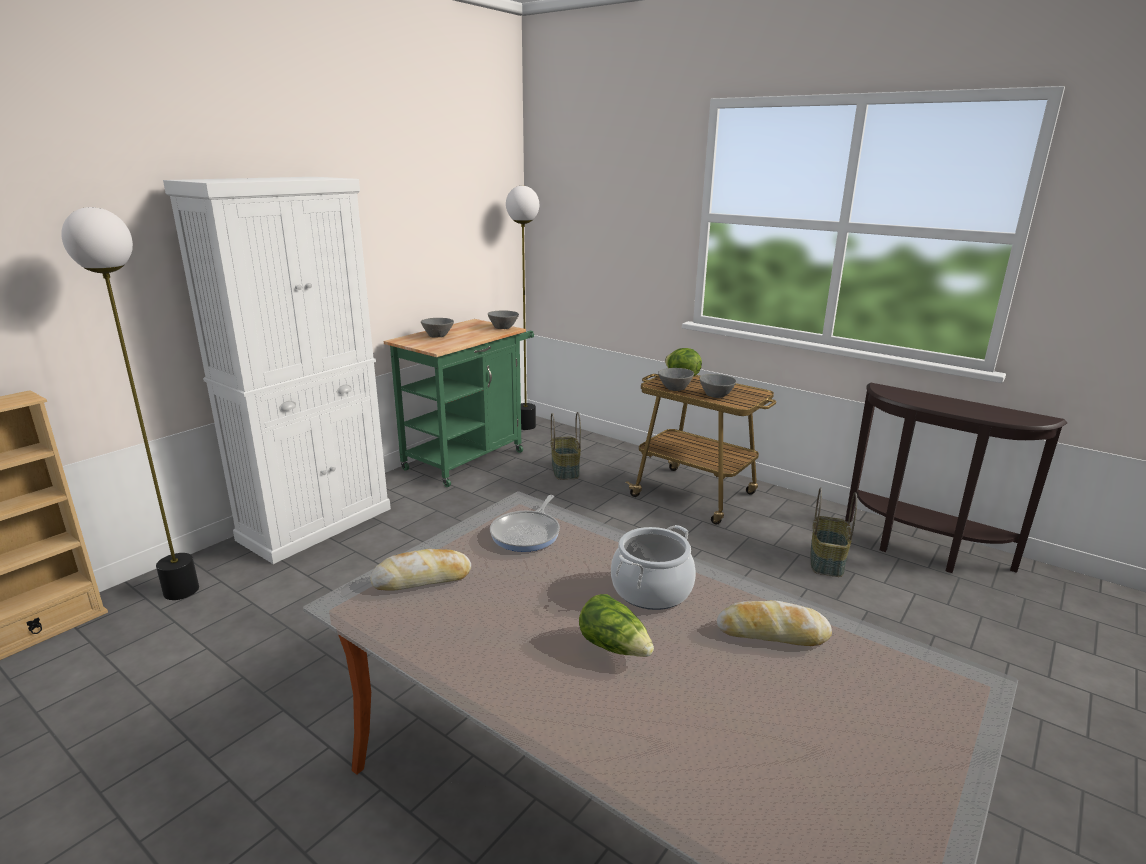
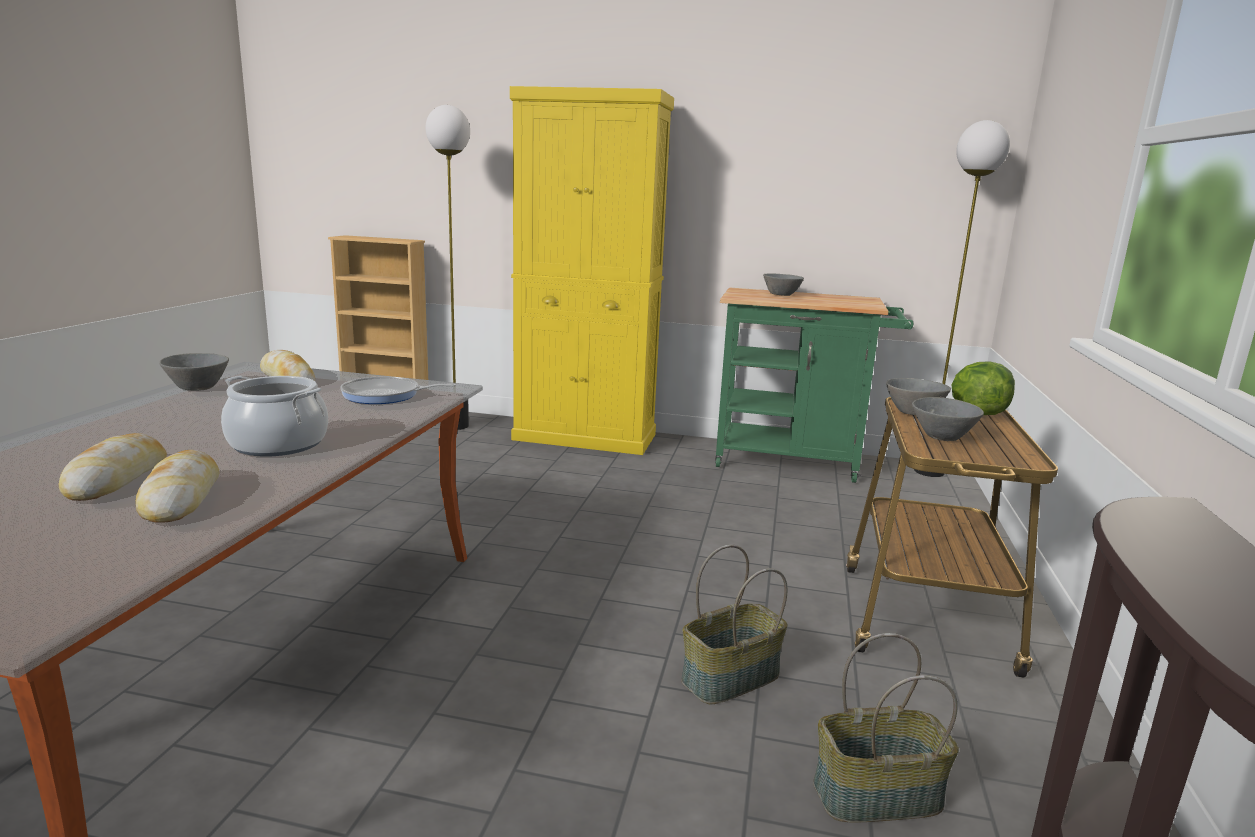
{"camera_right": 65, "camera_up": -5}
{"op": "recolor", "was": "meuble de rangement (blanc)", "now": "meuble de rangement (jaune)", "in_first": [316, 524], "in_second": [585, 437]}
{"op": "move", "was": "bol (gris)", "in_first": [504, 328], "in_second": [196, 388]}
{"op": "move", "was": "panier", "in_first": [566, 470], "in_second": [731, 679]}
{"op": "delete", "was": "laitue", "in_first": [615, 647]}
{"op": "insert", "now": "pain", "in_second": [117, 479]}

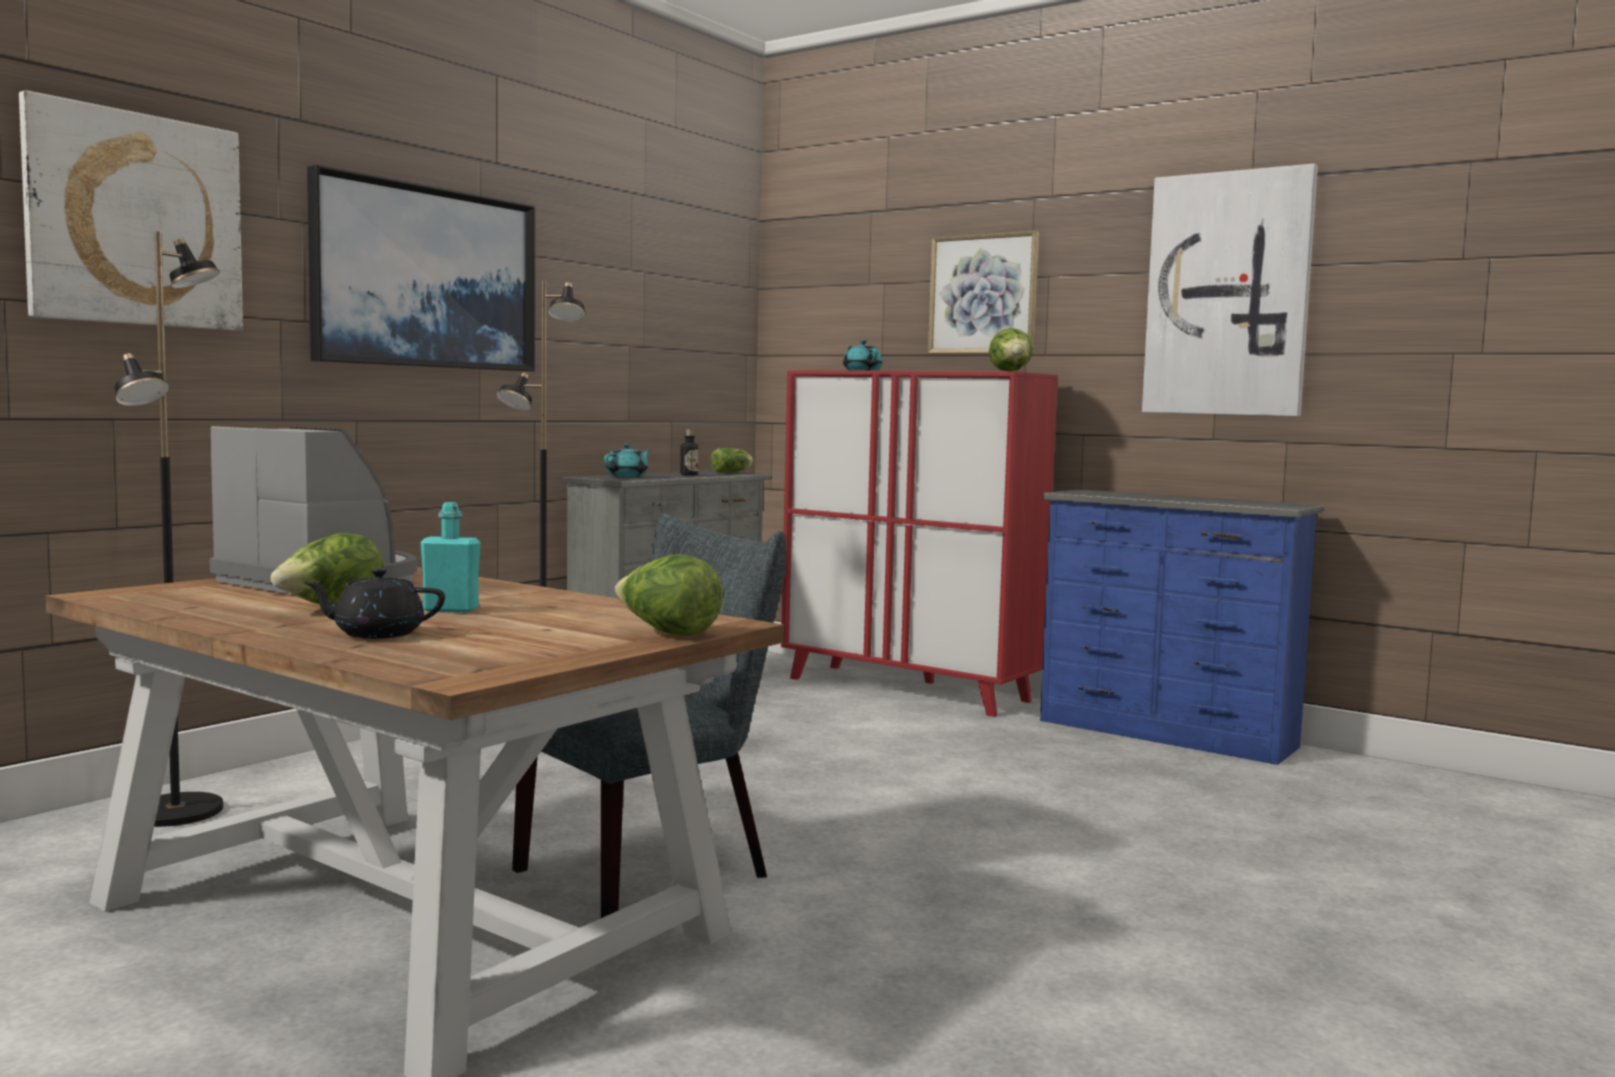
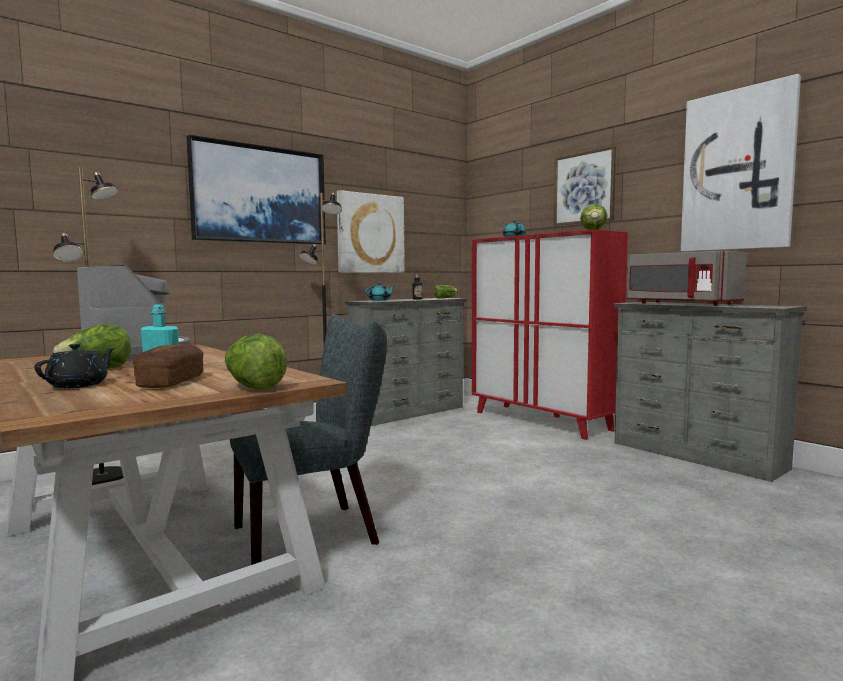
{"camera_right": 15, "camera_up": 0}
{"op": "move", "was": "tableau", "in_first": [135, 220], "in_second": [370, 233]}
{"op": "rotate", "was": "théière (noir)", "in_first": [377, 634], "in_second": [79, 385], "clockwise": 105}
{"op": "recolor", "was": "commode (bleu)", "now": "commode (gris)", "in_first": [1166, 734], "in_second": [696, 456]}
{"op": "insert", "now": "pain", "in_second": [171, 382]}
{"op": "insert", "now": "micro-ondes (gris)", "in_second": [680, 304]}

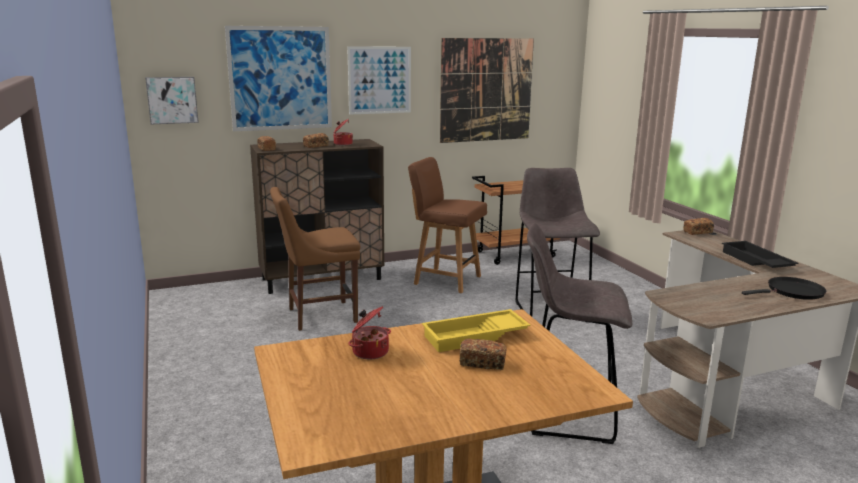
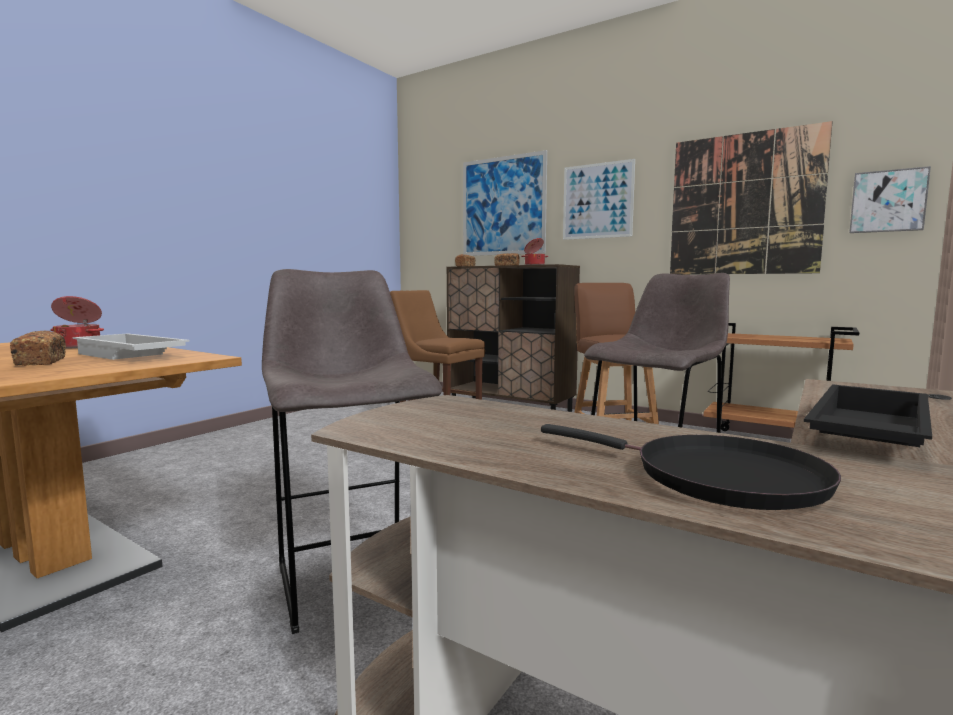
{"camera_right": 55, "camera_up": -10}
{"op": "move", "was": "tableau", "in_first": [172, 100], "in_second": [888, 201]}
{"op": "recolor", "was": "plateau (jaune)", "now": "plateau (blanc)", "in_first": [475, 337], "in_second": [128, 355]}
{"op": "delete", "was": "pain", "in_first": [697, 232]}

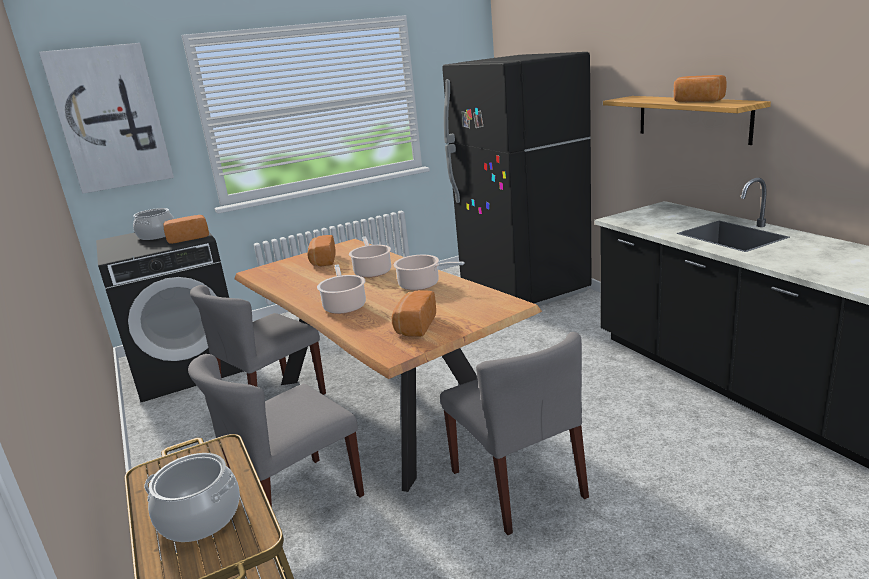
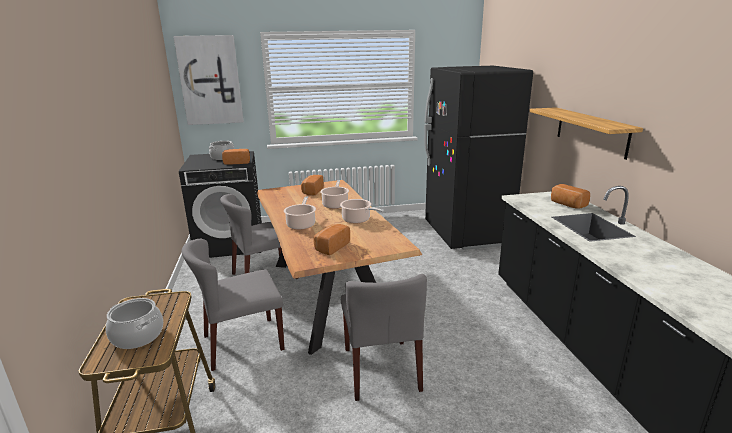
{"camera_right": 15, "camera_up": 0}
{"op": "move", "was": "pain", "in_first": [697, 101], "in_second": [567, 204]}

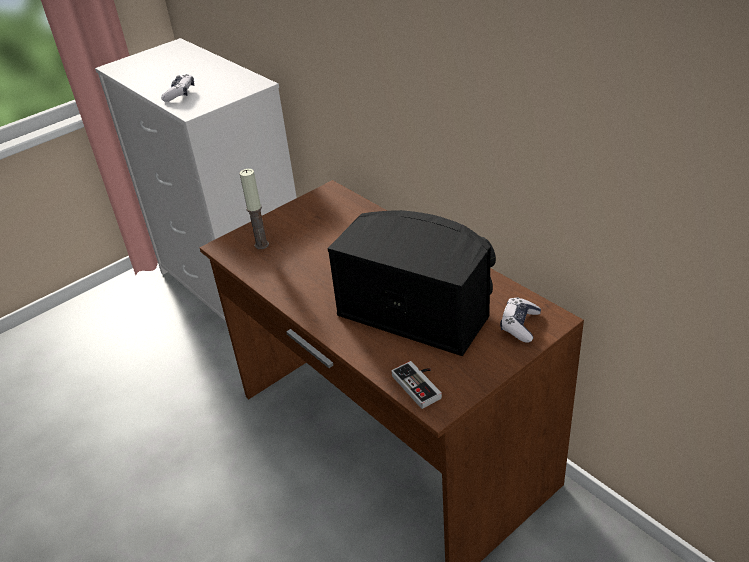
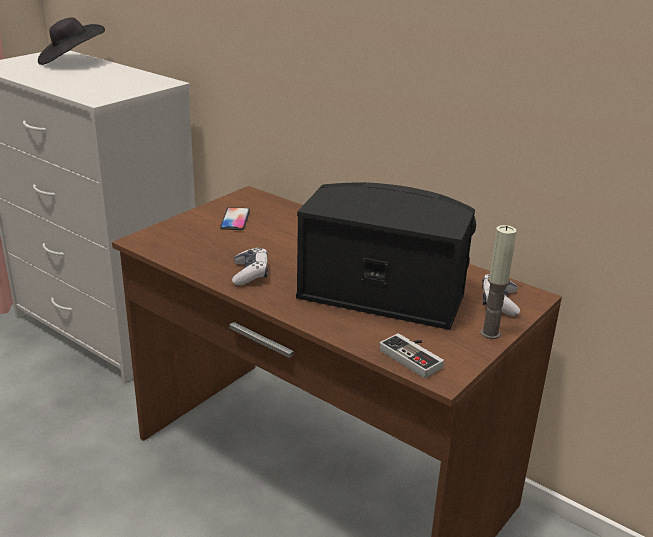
{"camera_right": -15, "camera_up": -10}
{"op": "move", "was": "manette", "in_first": [180, 94], "in_second": [250, 274]}
{"op": "move", "was": "bougie", "in_first": [261, 245], "in_second": [490, 333]}
{"op": "insert", "now": "chapeau (noir)", "in_second": [71, 61]}
{"op": "insert", "now": "téléphone", "in_second": [235, 220]}

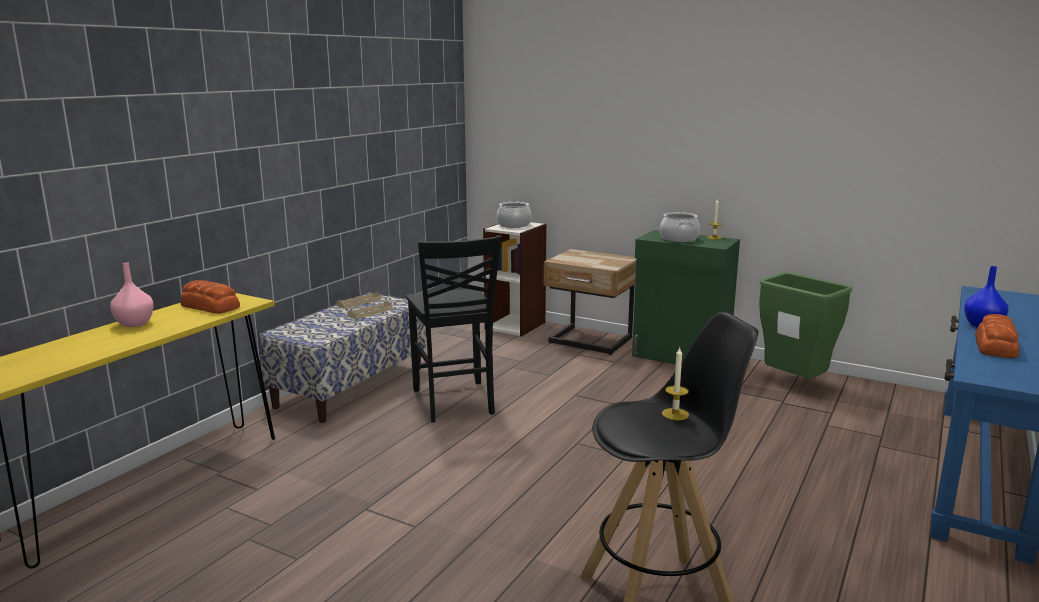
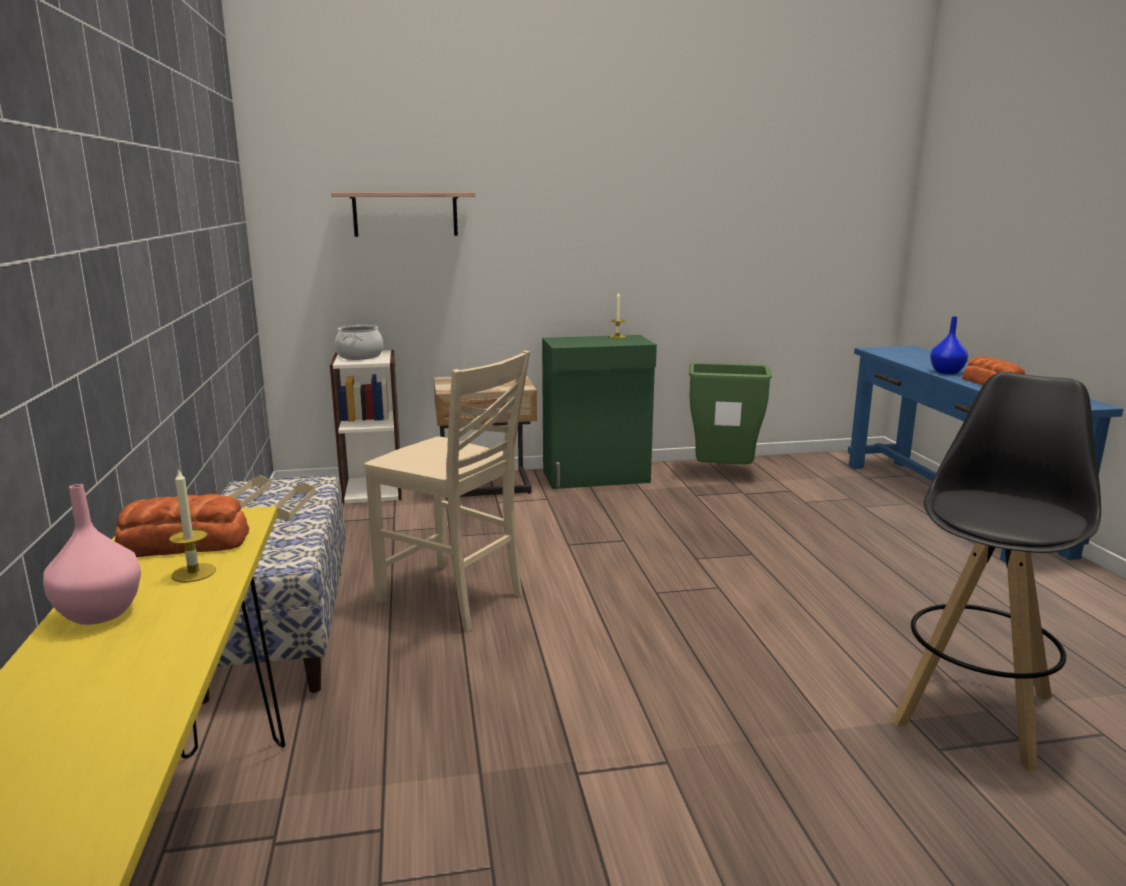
{"camera_right": -40, "camera_up": 0}
{"op": "recolor", "was": "chaise (noir)", "now": "chaise (beige)", "in_first": [454, 402], "in_second": [453, 598]}
{"op": "delete", "was": "marmite", "in_first": [678, 239]}
{"op": "move", "was": "bougie", "in_first": [675, 414], "in_second": [193, 573]}
{"op": "insert", "now": "étagère", "in_second": [405, 214]}

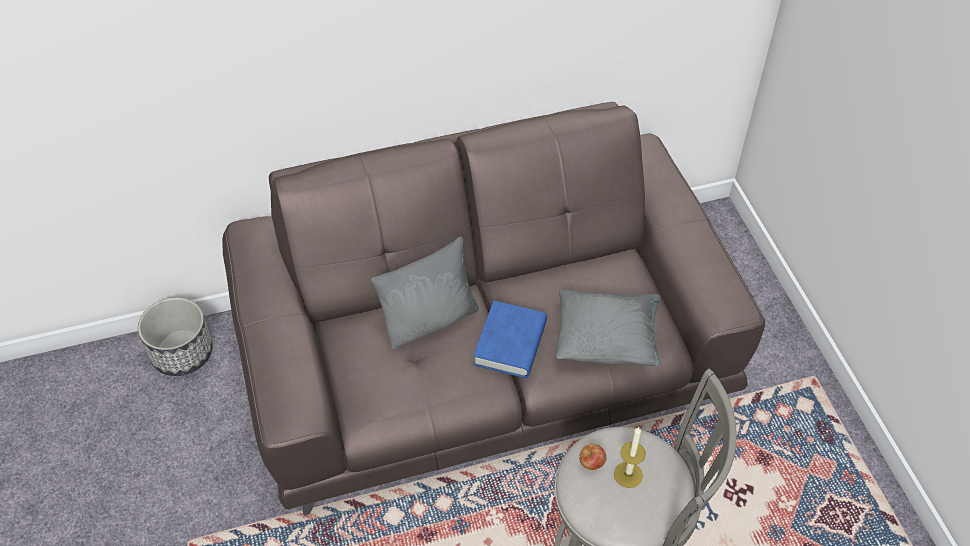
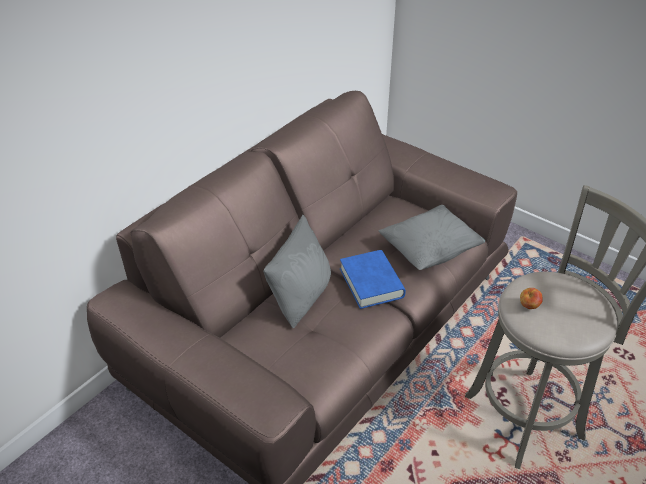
{"camera_right": -35, "camera_up": -10}
{"op": "delete", "was": "cache-pot", "in_first": [182, 352]}
{"op": "delete", "was": "bougie", "in_first": [628, 475]}

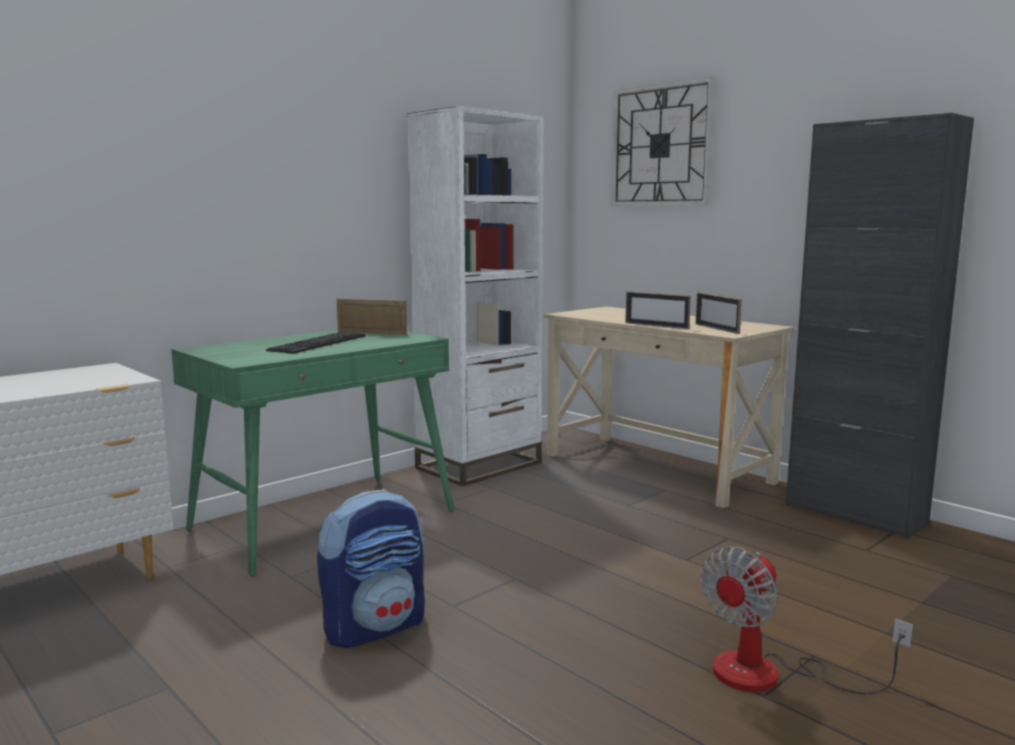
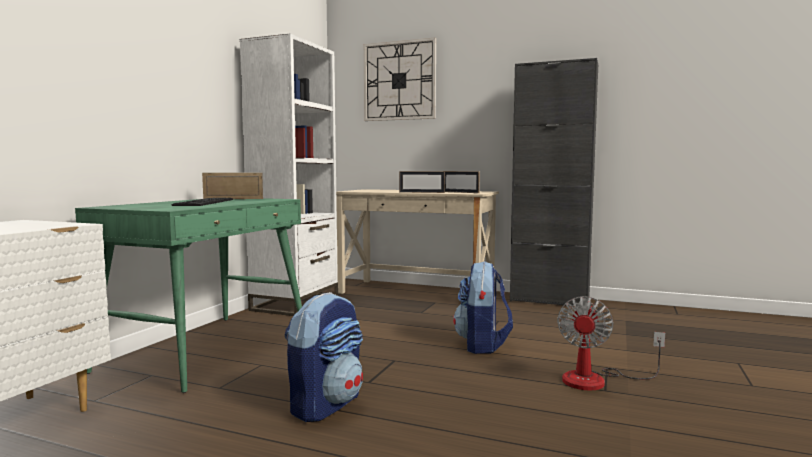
{"camera_right": -25, "camera_up": -5}
{"op": "insert", "now": "sac à dos", "in_second": [482, 345]}

